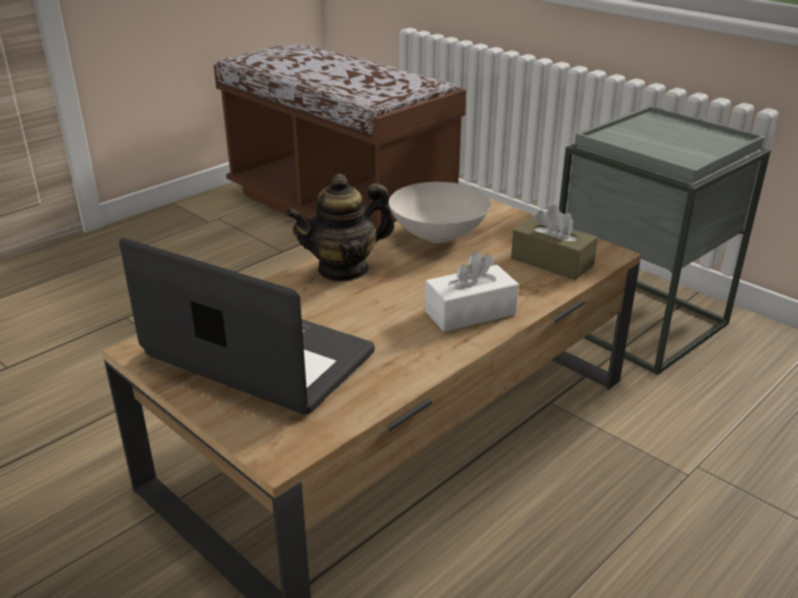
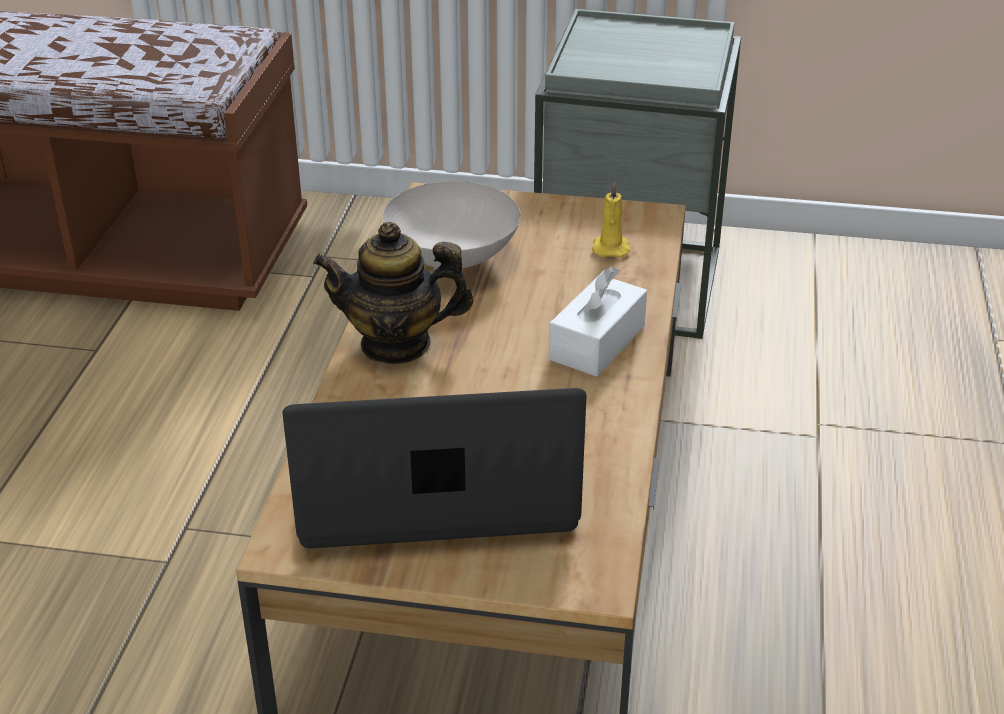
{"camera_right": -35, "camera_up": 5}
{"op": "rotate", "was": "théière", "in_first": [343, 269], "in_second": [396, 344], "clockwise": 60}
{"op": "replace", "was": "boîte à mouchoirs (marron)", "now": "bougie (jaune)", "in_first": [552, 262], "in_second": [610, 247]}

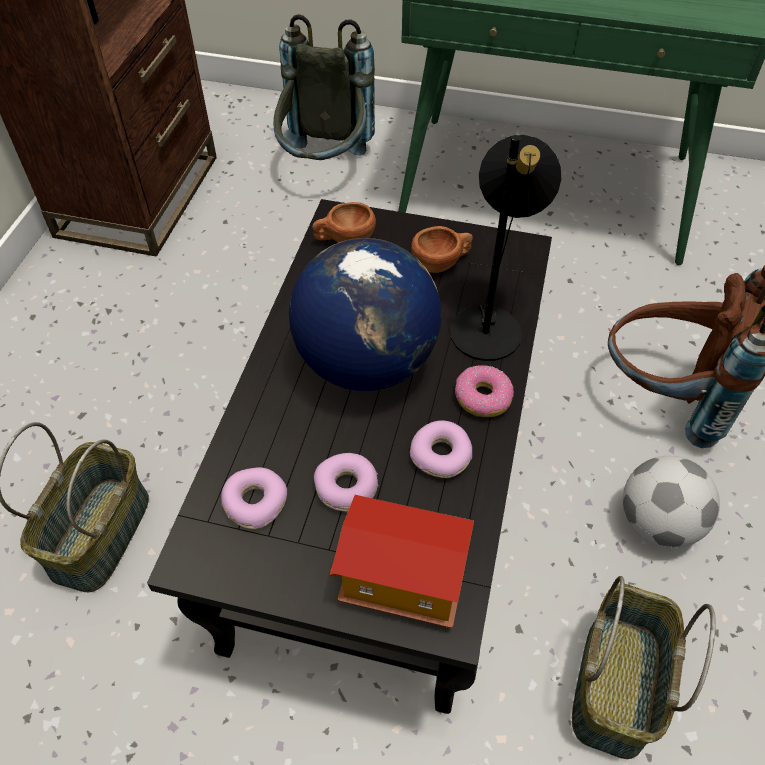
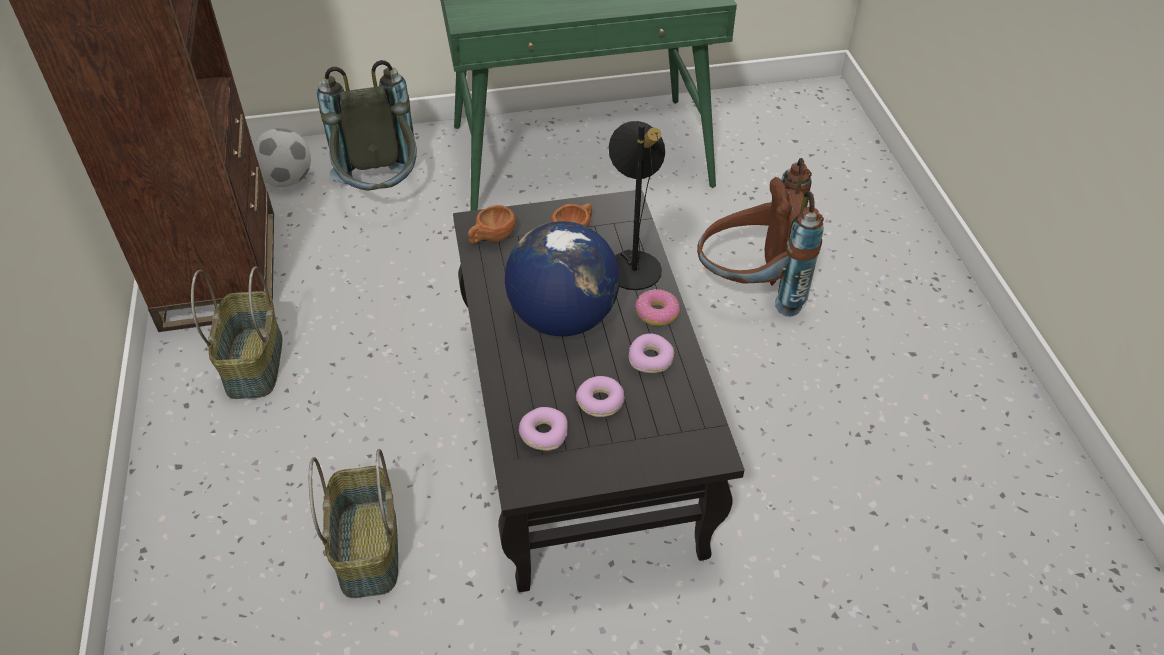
{"camera_right": -25, "camera_up": -5}
{"op": "delete", "was": "maison miniature", "in_first": [401, 580]}
{"op": "move", "was": "panier", "in_first": [613, 682], "in_second": [253, 363]}
{"op": "move", "was": "ballon de foot", "in_first": [658, 522], "in_second": [287, 180]}

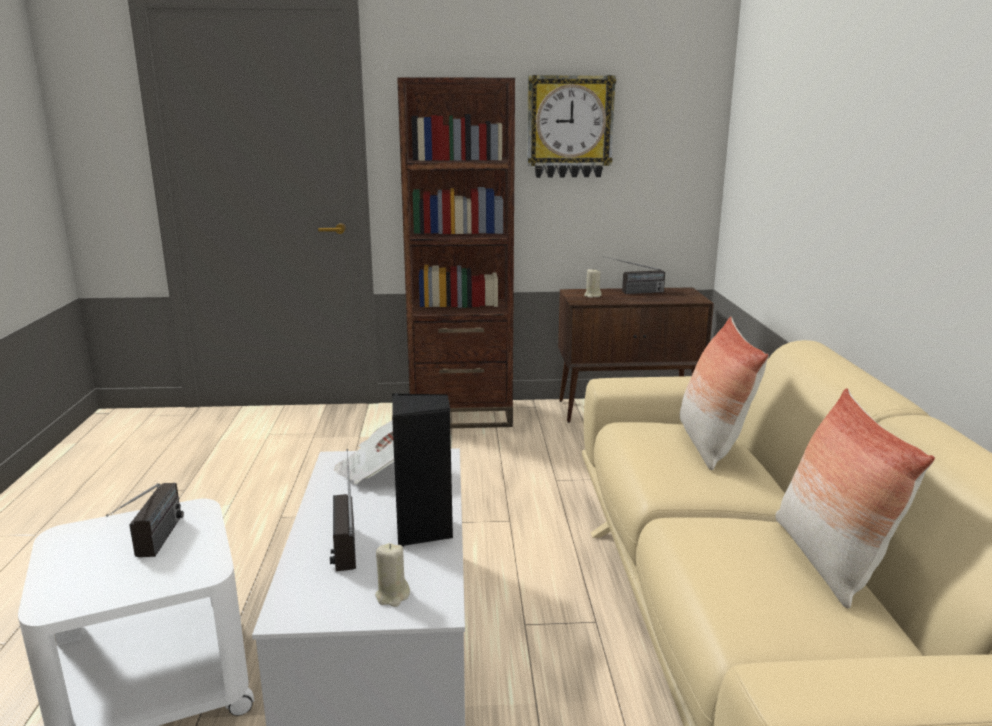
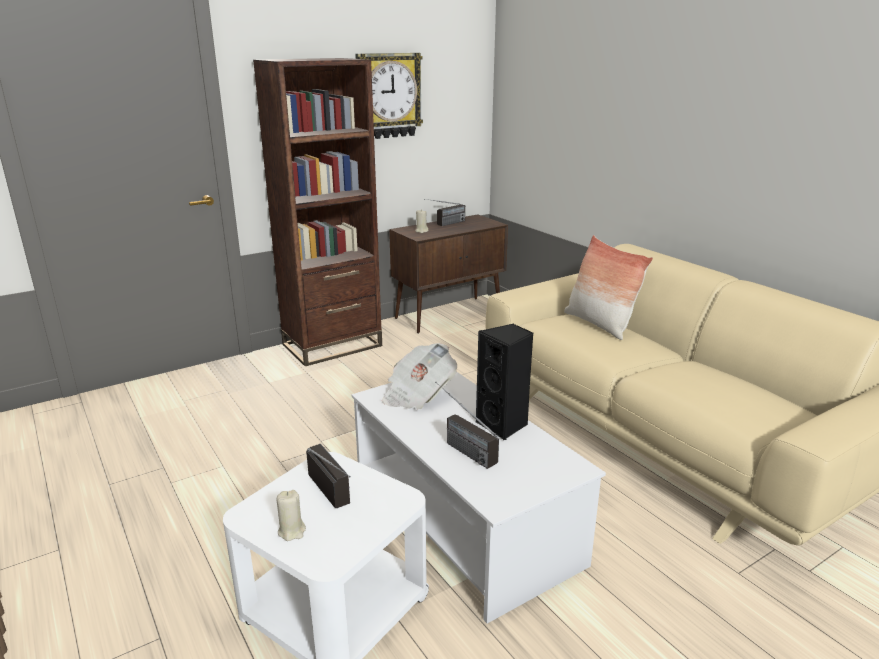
{"camera_right": -30, "camera_up": 5}
{"op": "move", "was": "bougie (beige)", "in_first": [392, 595], "in_second": [292, 531]}
{"op": "delete", "was": "coussin", "in_first": [828, 560]}

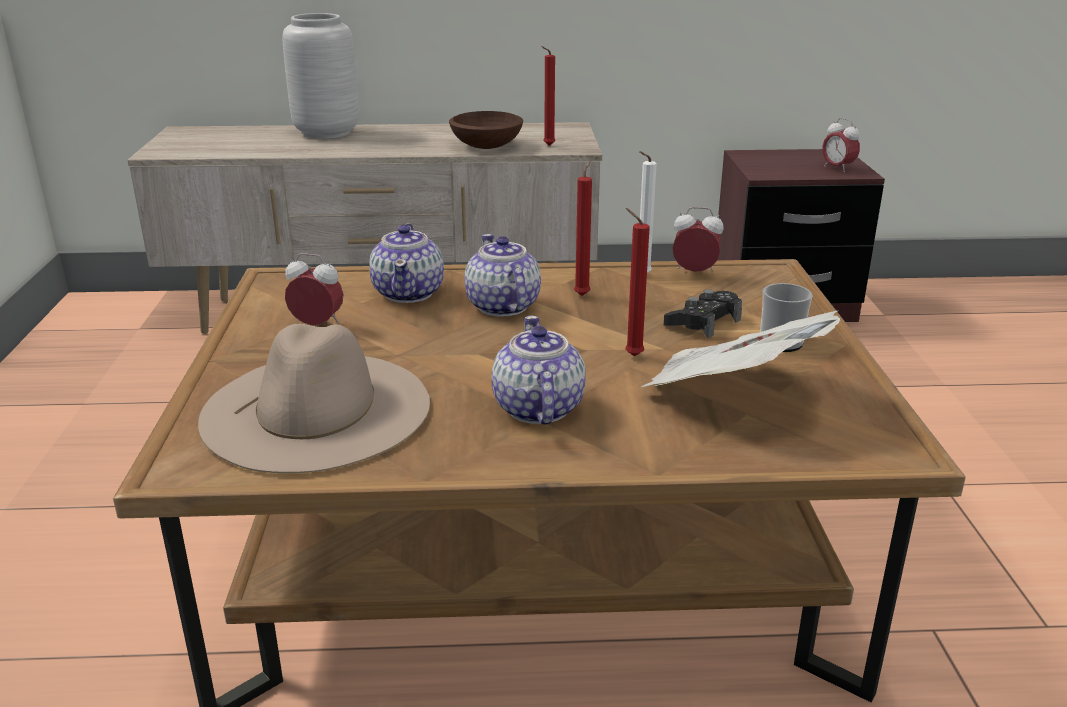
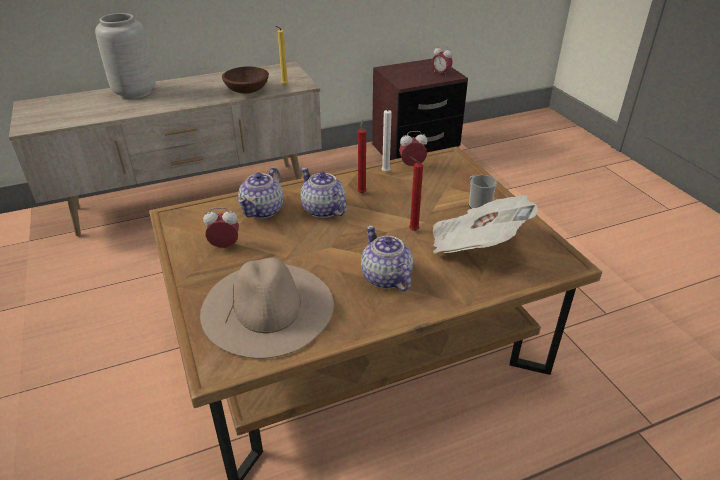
{"camera_right": -20, "camera_up": 10}
{"op": "rotate", "was": "théière", "in_first": [409, 293], "in_second": [263, 210], "clockwise": 45}
{"op": "recolor", "was": "bougie (rouge)", "now": "bougie (jaune)", "in_first": [547, 146], "in_second": [284, 85]}
{"op": "delete", "was": "manette (noir)", "in_first": [703, 322]}

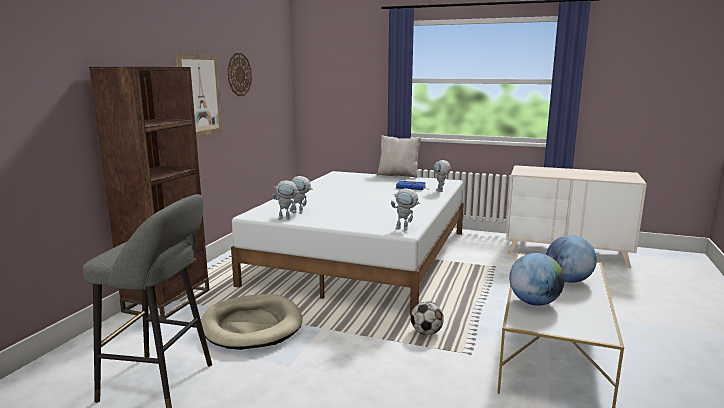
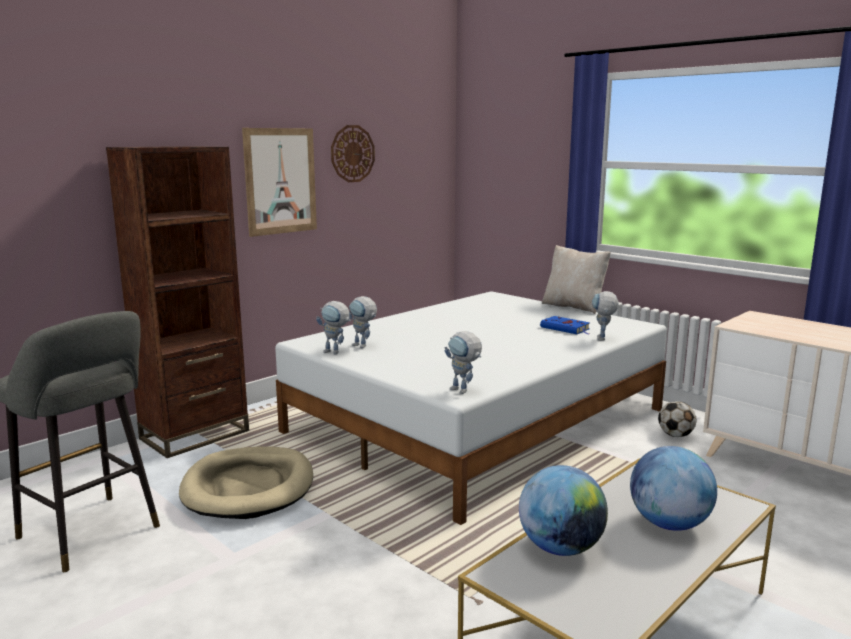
{"camera_right": 25, "camera_up": 0}
{"op": "move", "was": "ballon de foot", "in_first": [426, 332], "in_second": [675, 435]}

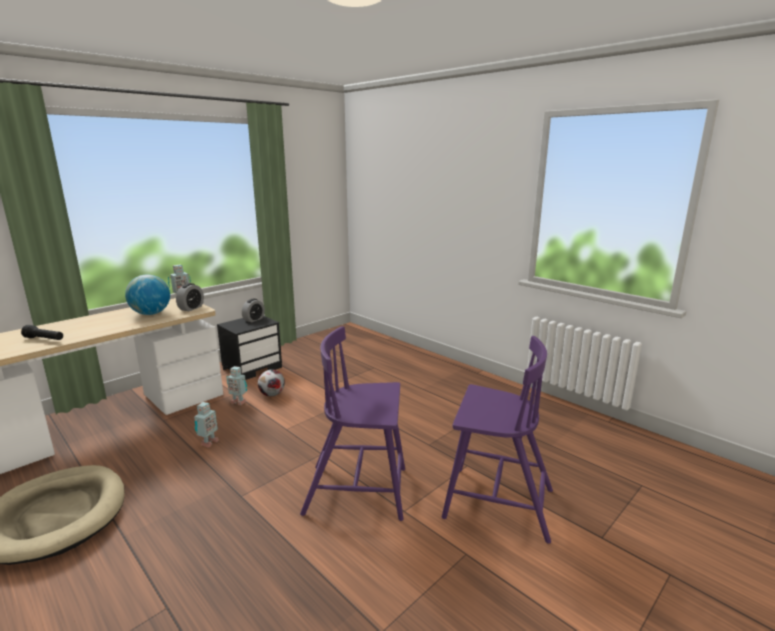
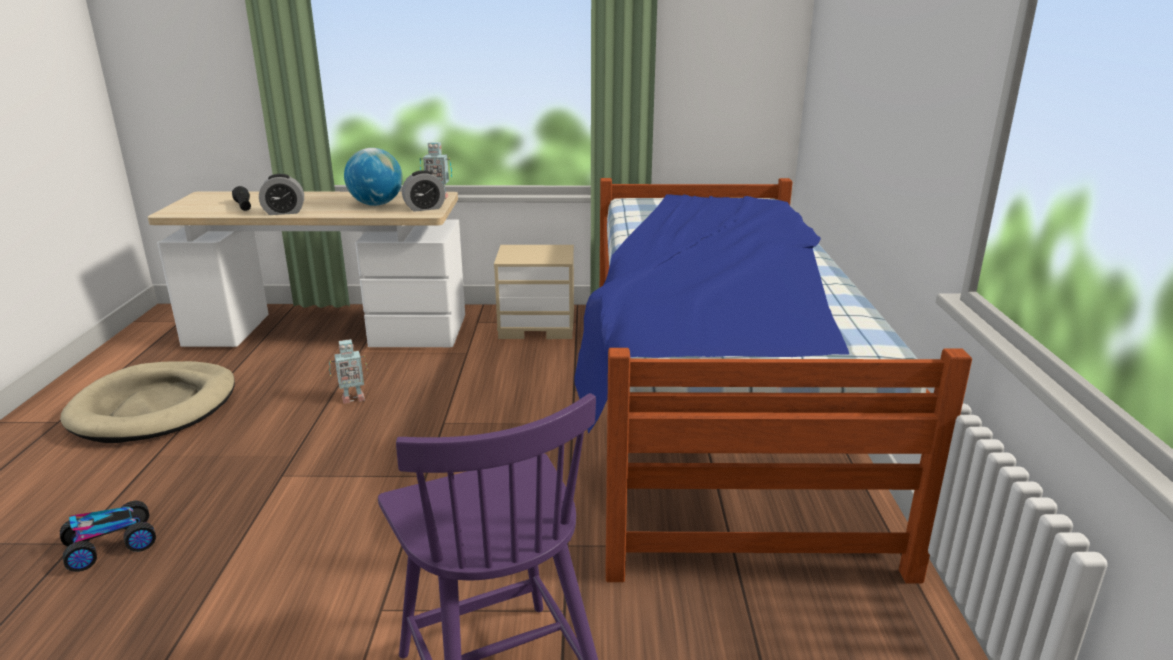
{"camera_right": 45, "camera_up": 5}
{"op": "recolor", "was": "table de chevet (noir)", "now": "table de chevet (beige)", "in_first": [252, 368], "in_second": [538, 326]}
{"op": "delete", "was": "robot jouet", "in_first": [238, 401]}
{"op": "move", "was": "réveil", "in_first": [254, 319], "in_second": [284, 212]}
{"op": "delete", "was": "ballon de foot", "in_first": [272, 394]}
{"op": "delete", "was": "chaise (violet)", "in_first": [358, 491]}
{"op": "insert", "now": "petite voiture", "in_second": [111, 546]}
{"op": "insert", "now": "lit", "in_second": [712, 411]}

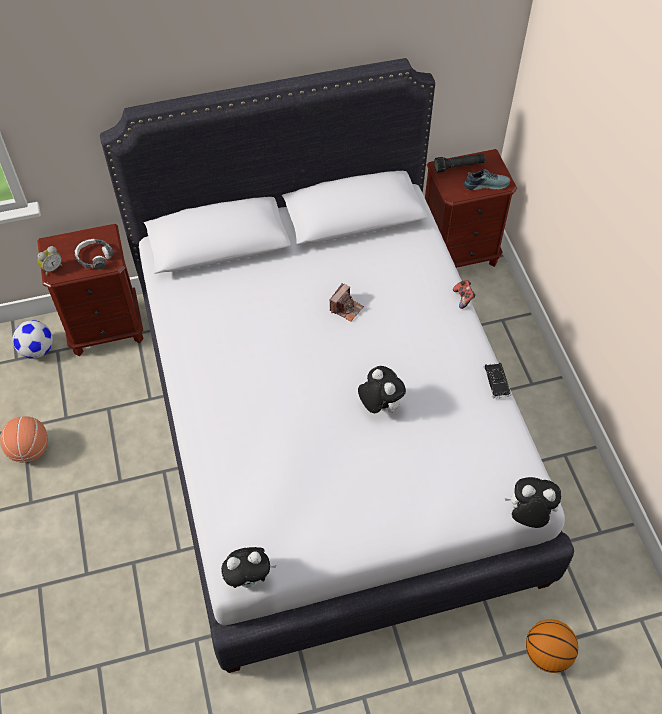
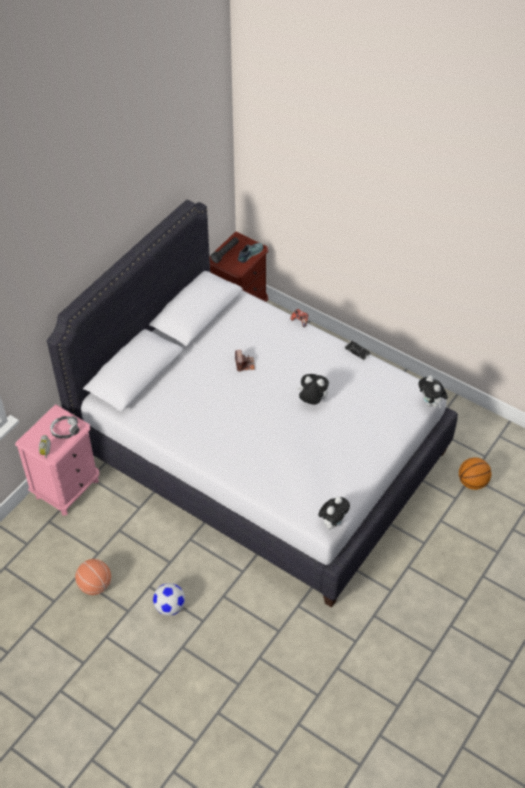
{"camera_right": -40, "camera_up": -5}
{"op": "move", "was": "ballon de foot", "in_first": [37, 350], "in_second": [170, 606]}
{"op": "recolor", "was": "table de chevet (marron)", "now": "table de chevet (rose)", "in_first": [106, 328], "in_second": [67, 488]}
{"op": "rotate", "was": "peluche", "in_first": [528, 515], "in_second": [431, 403], "clockwise": -90}

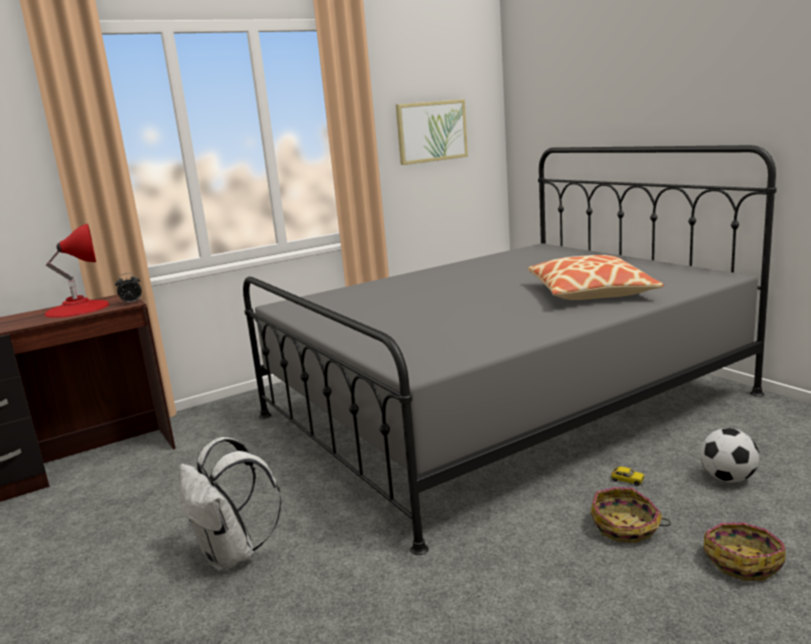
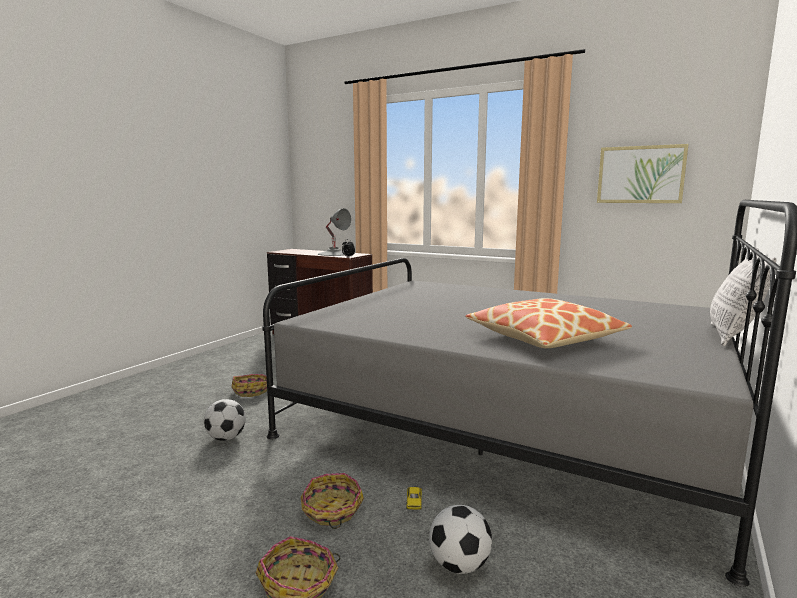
{"camera_right": 60, "camera_up": -5}
{"op": "recolor", "was": "lampe de table (rouge)", "now": "lampe de table (gris)", "in_first": [77, 308], "in_second": [334, 253]}
{"op": "replace", "was": "sac à dos (blanc)", "now": "panier", "in_first": [232, 556], "in_second": [252, 390]}
{"op": "insert", "now": "ballon de foot", "in_second": [226, 438]}
{"op": "insert", "now": "coussin", "in_second": [732, 336]}

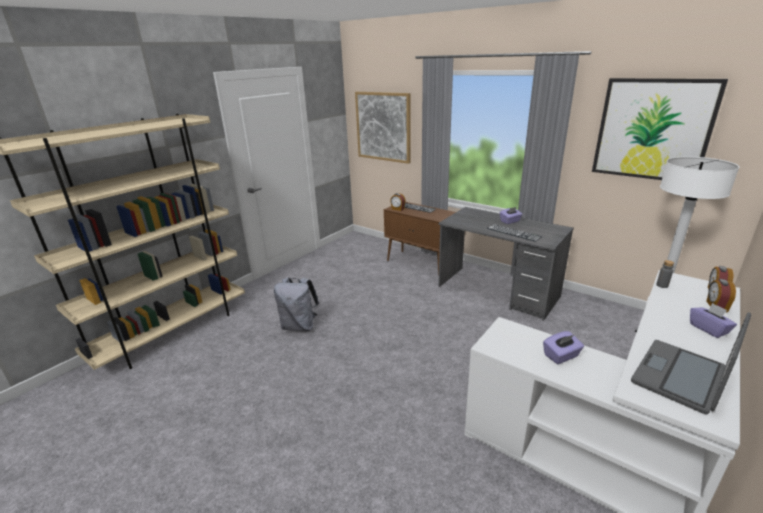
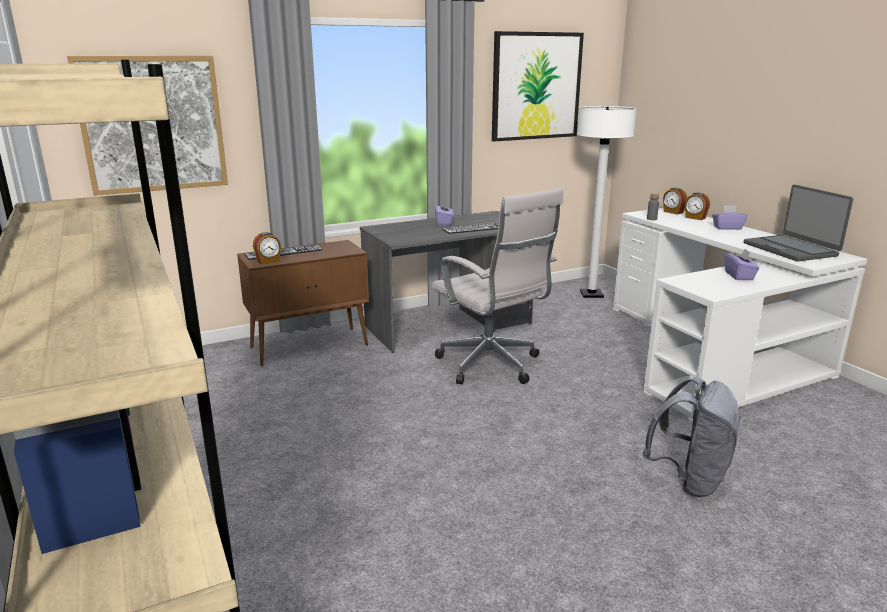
{"camera_right": -65, "camera_up": -5}
{"op": "move", "was": "sac à dos (gris)", "in_first": [299, 326], "in_second": [689, 480]}
{"op": "insert", "now": "chaise de bureau (blanc)", "in_second": [492, 366]}

